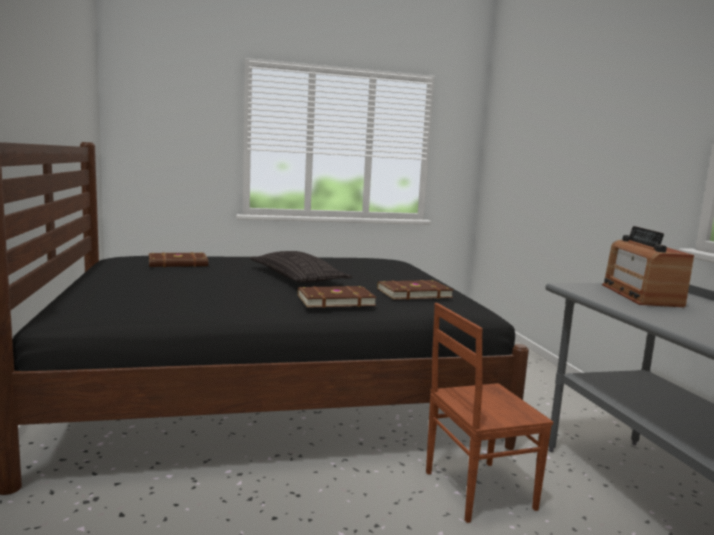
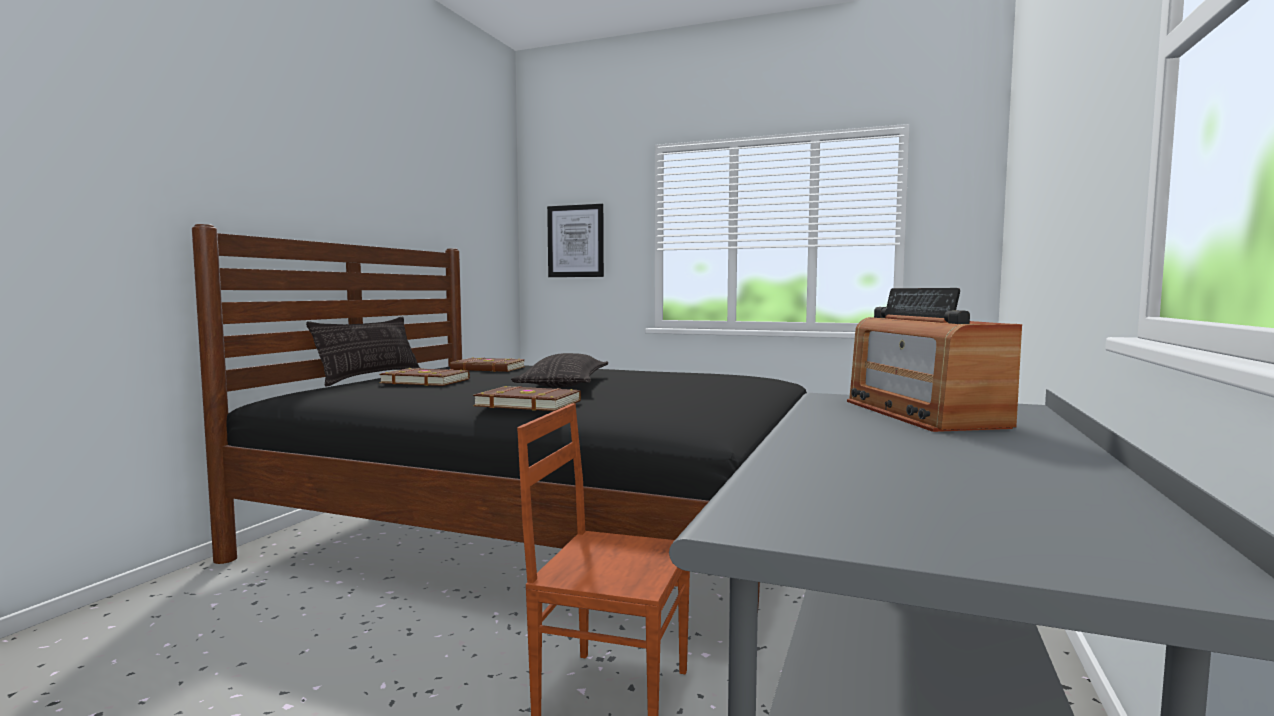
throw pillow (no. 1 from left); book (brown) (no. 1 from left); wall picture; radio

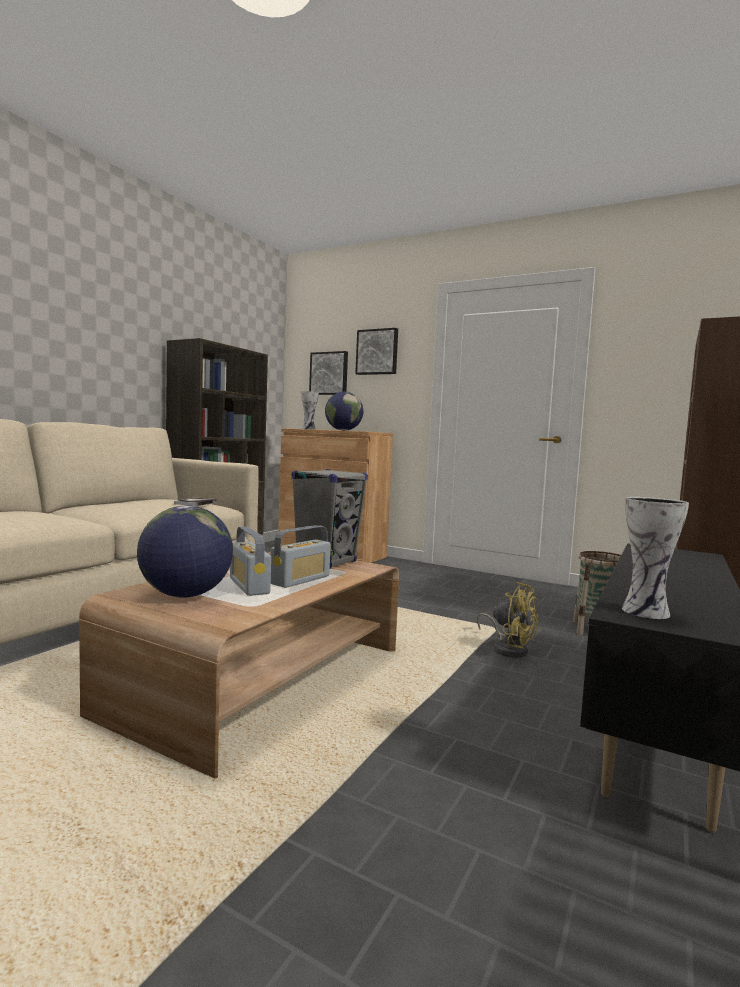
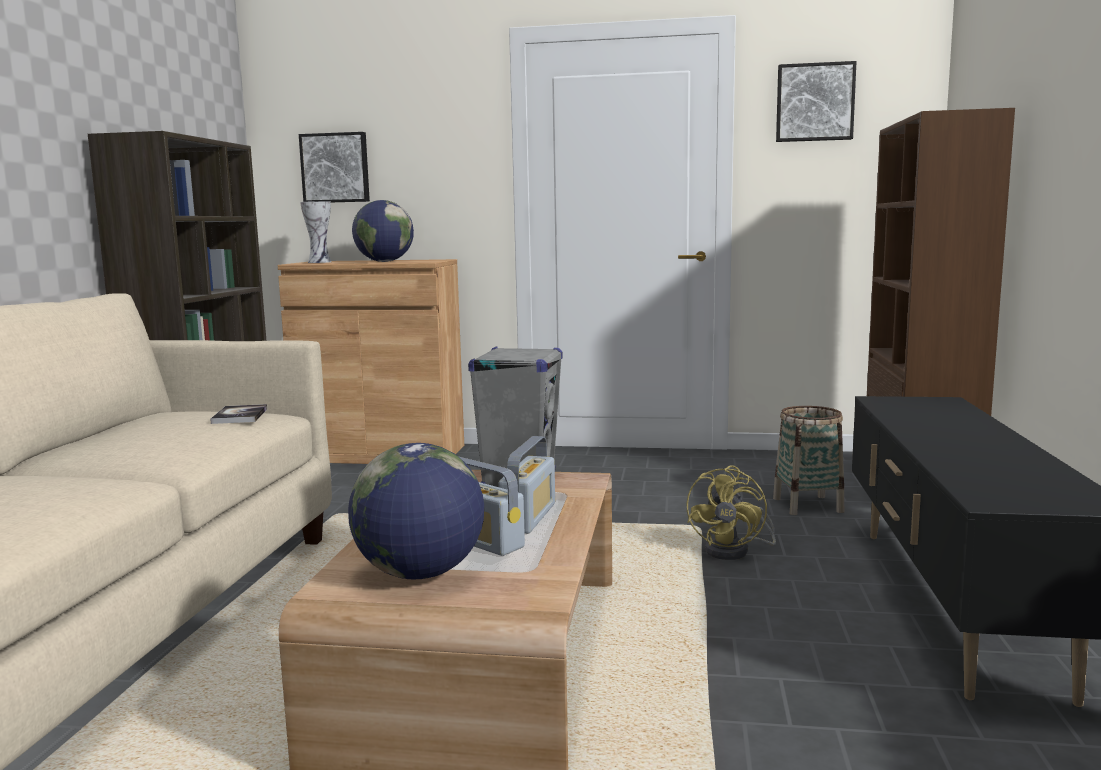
electric fan (yellowish); wall picture (no. 2 from left); vase (no. 2 from left in the first image)

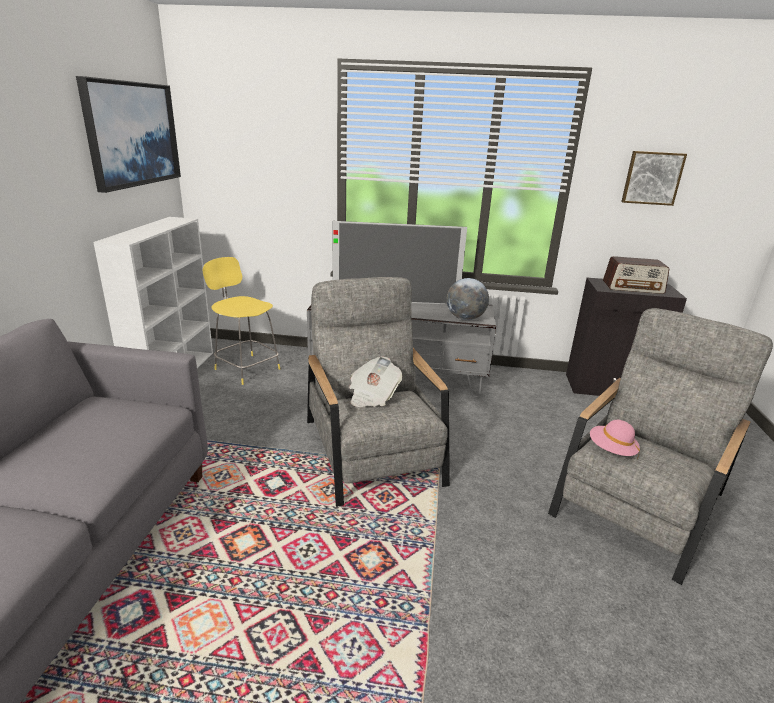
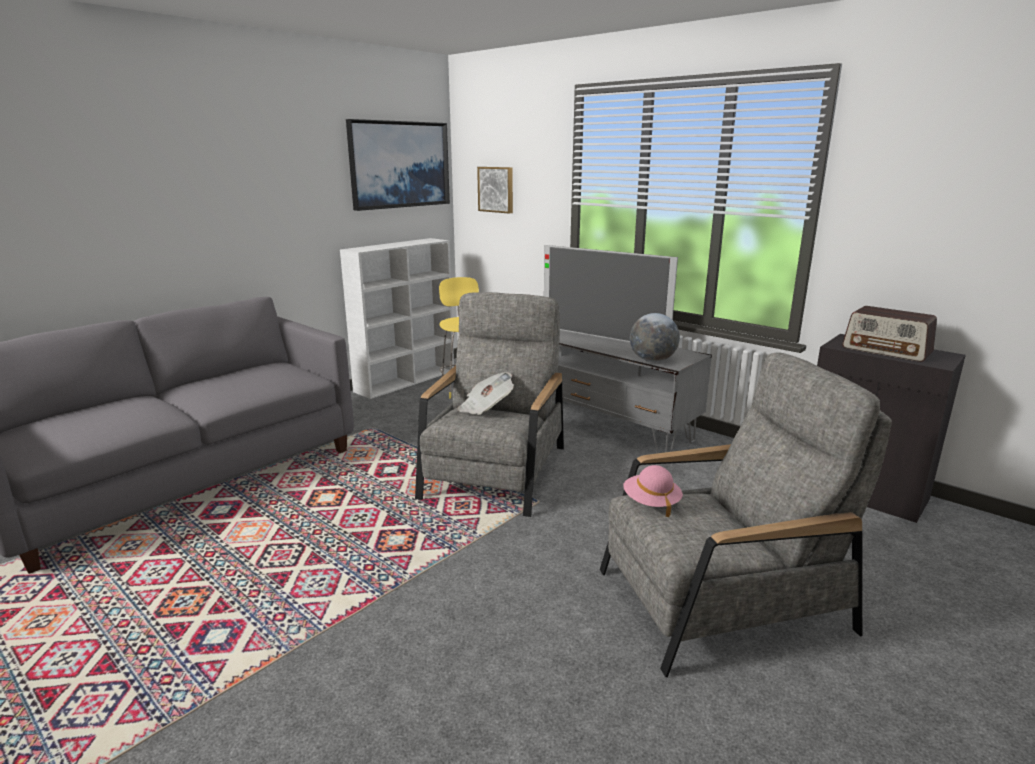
wall picture (no. 2 from left)

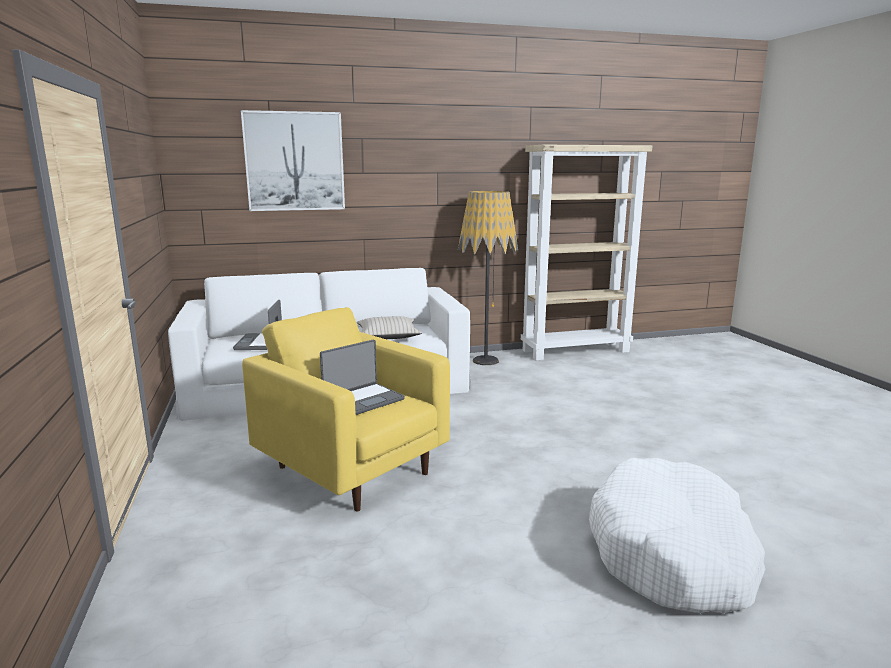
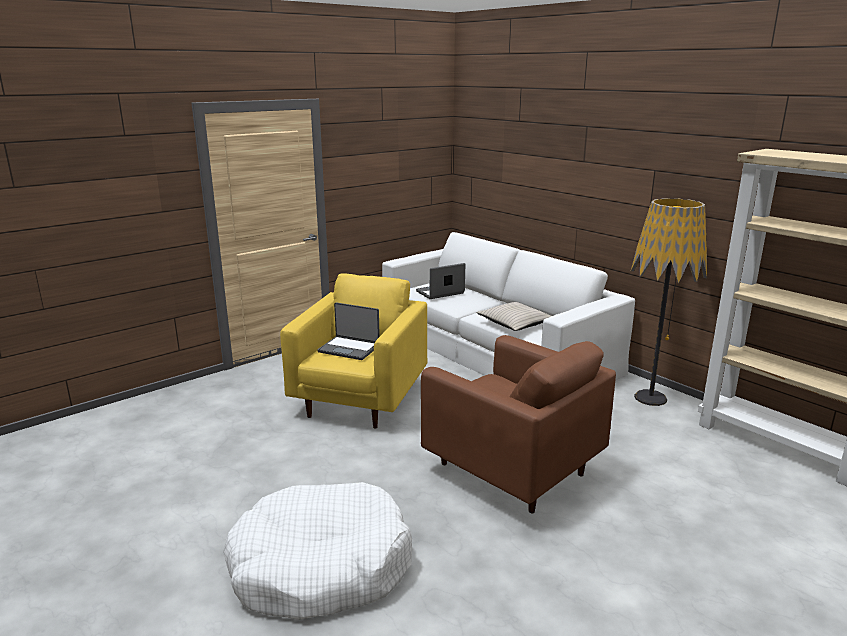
easy chair (brown); wall picture

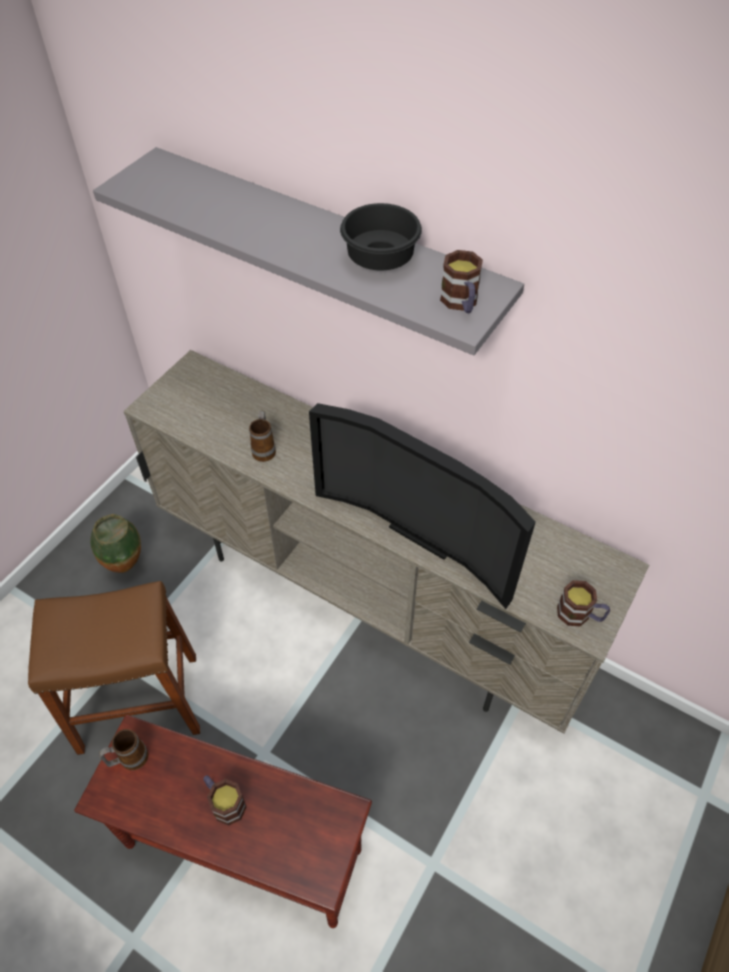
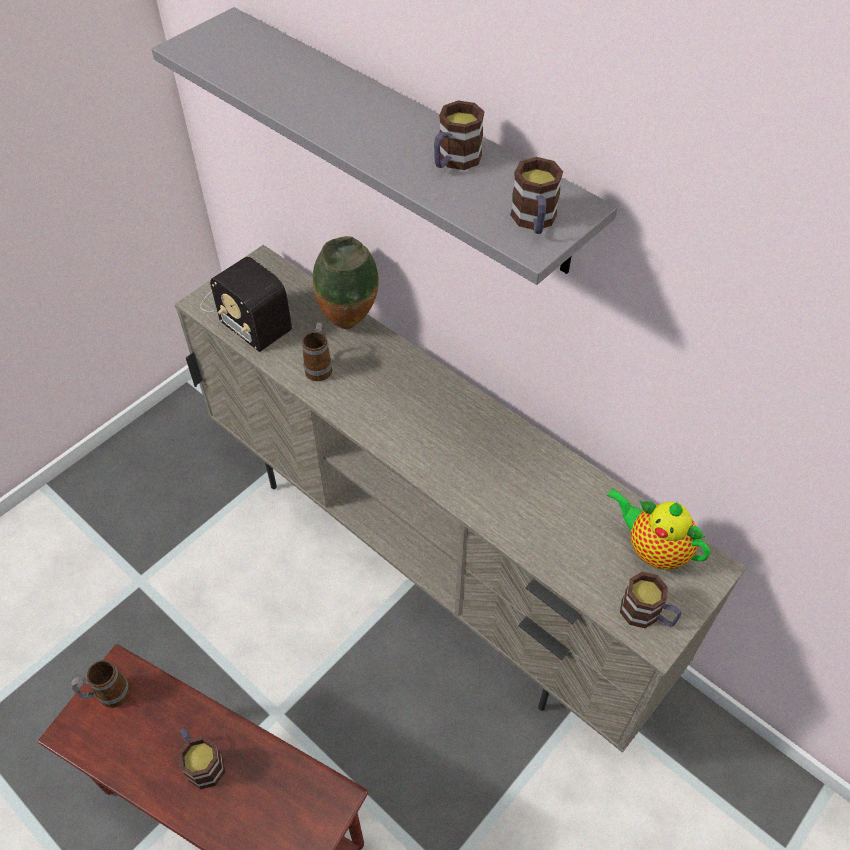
radio; vase; coffee mug (no. 4 from left); tea pot; stool seat (brown); TV set

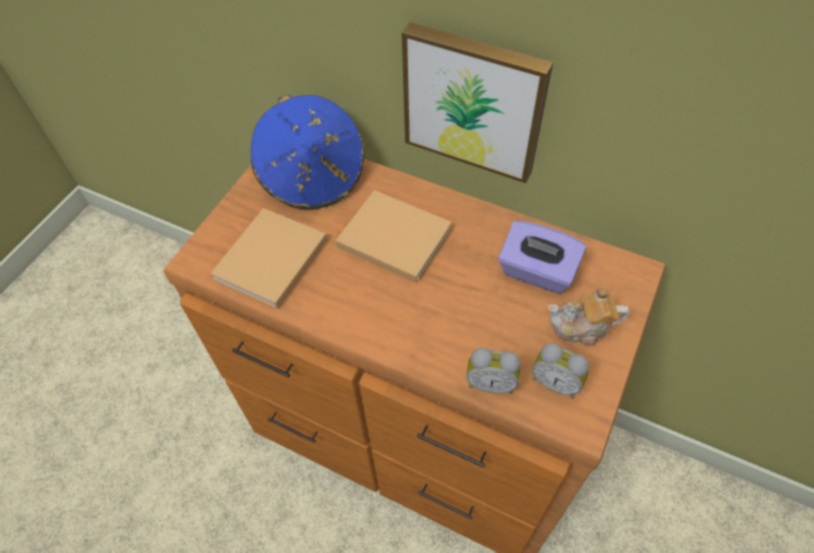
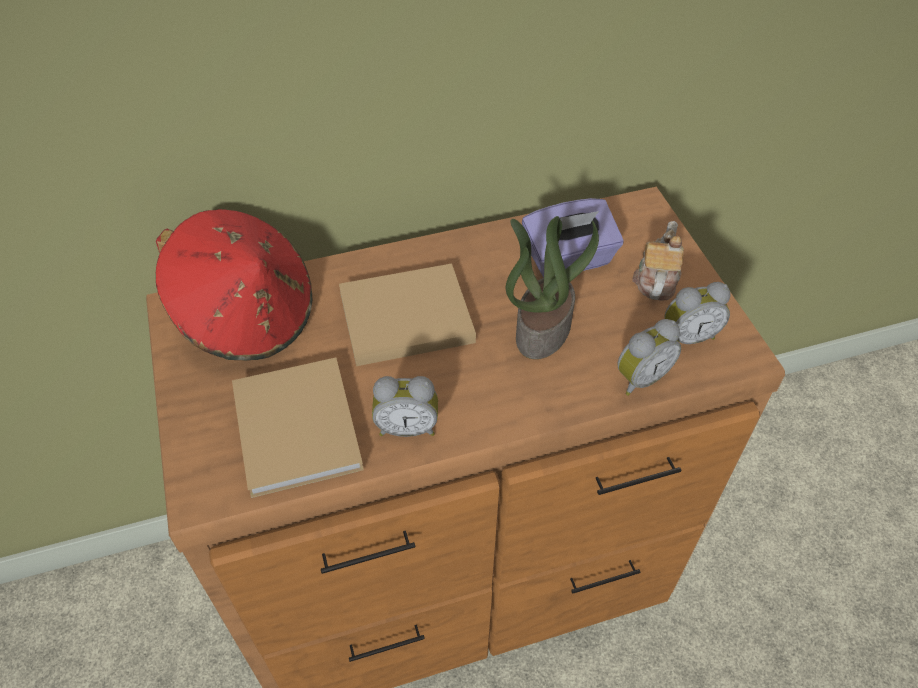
hat (red); alarm clock (no. 1 from left); potted plant; tea pot; wall picture

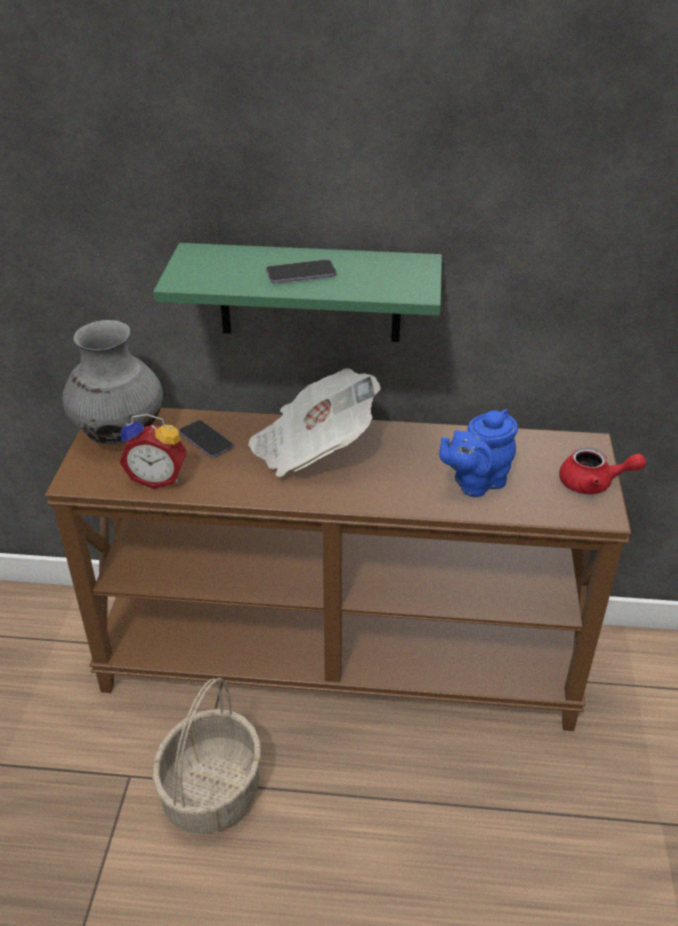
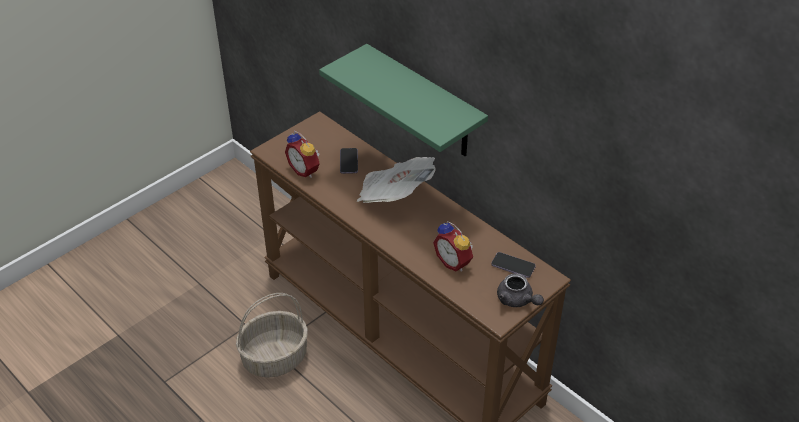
alarm clock (no. 2 from left); telephone (no. 2 from left); tea pot (grey); vase (grey)

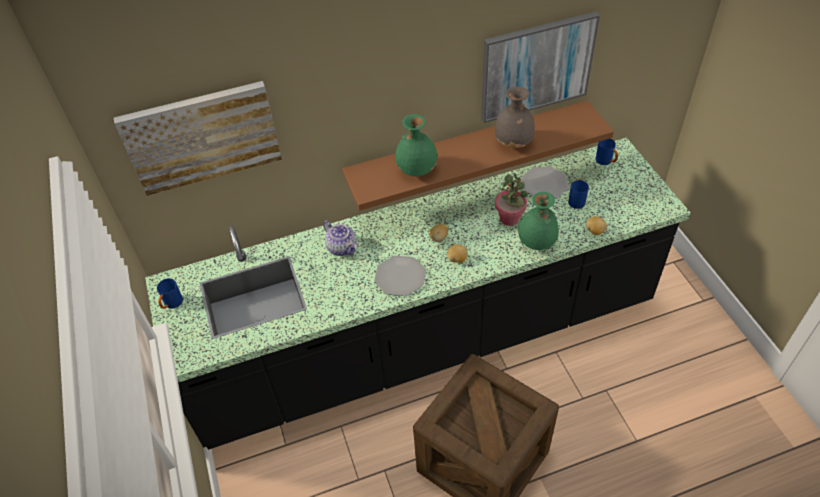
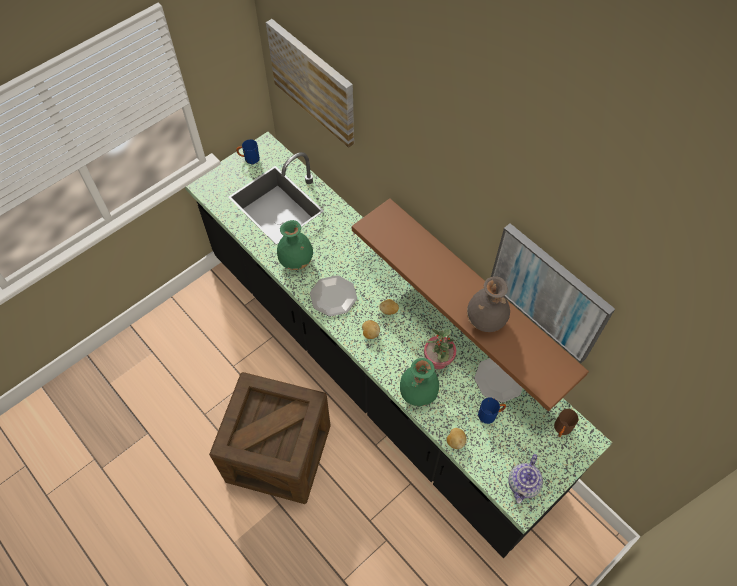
vase (greenish) (no. 1 from left); tea pot; coffee mug (brown)

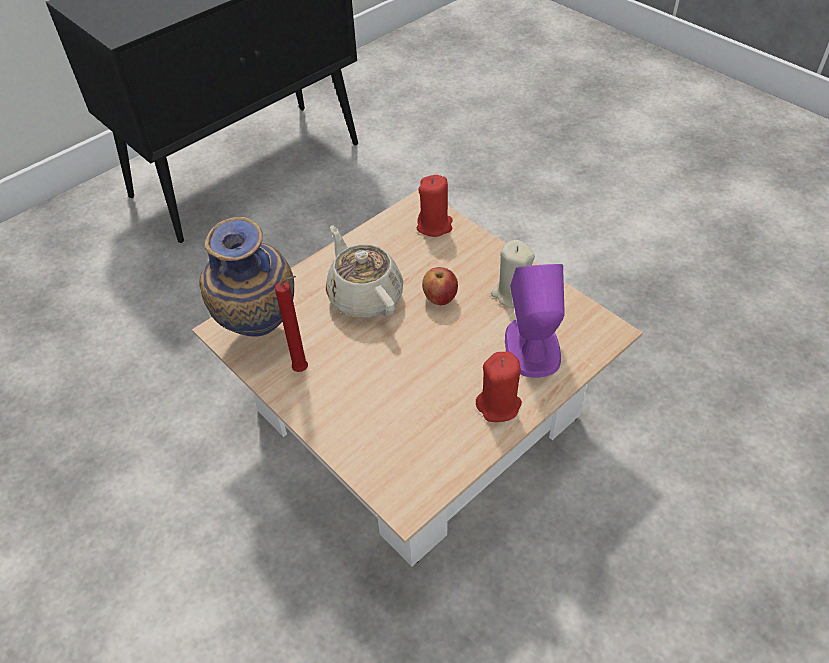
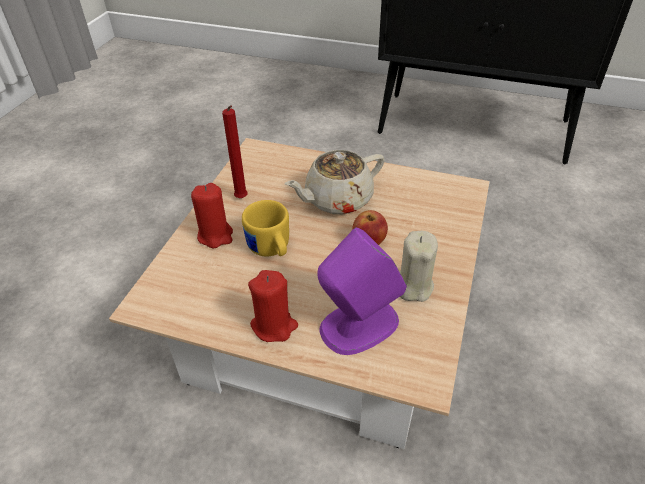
wax light (red) (no. 1 from left); coffee mug (yellowish); tea pot (sand-coloured); vase

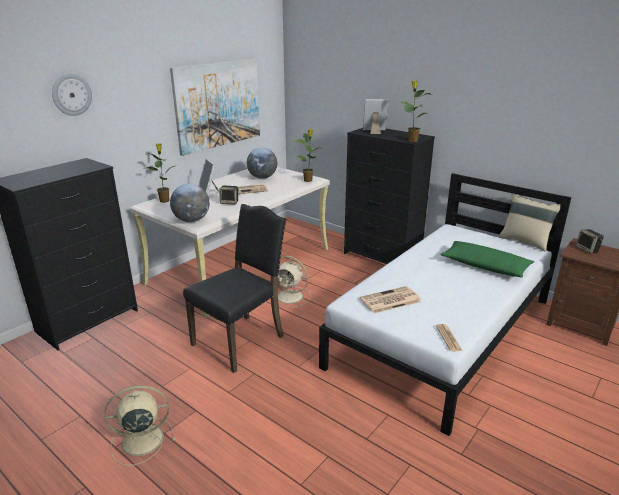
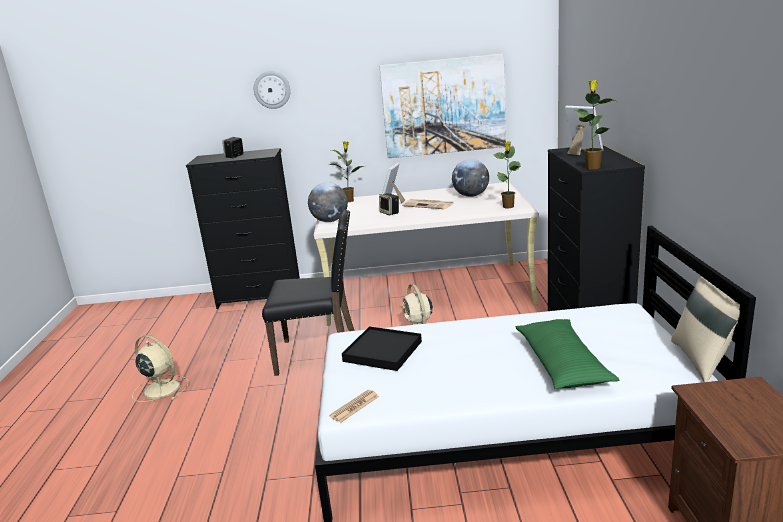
speaker (no. 1 from left); serving tray (blackish)

